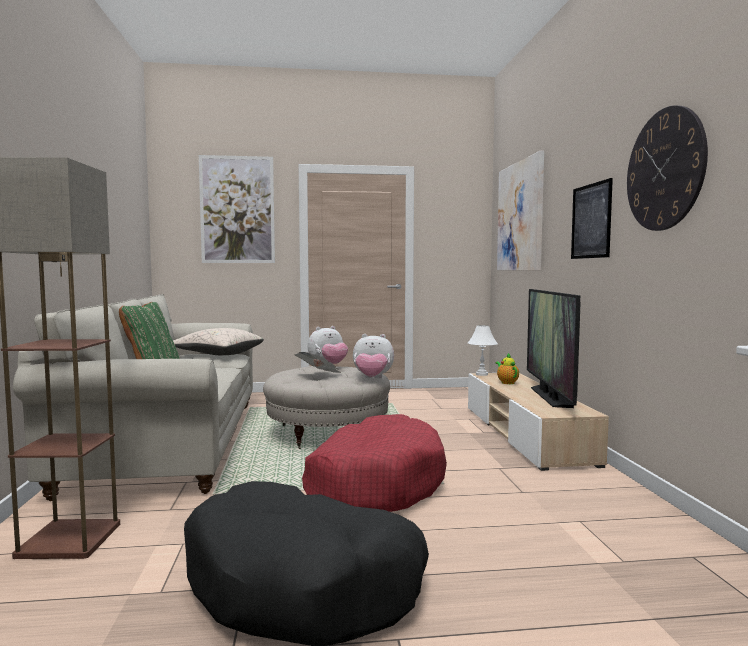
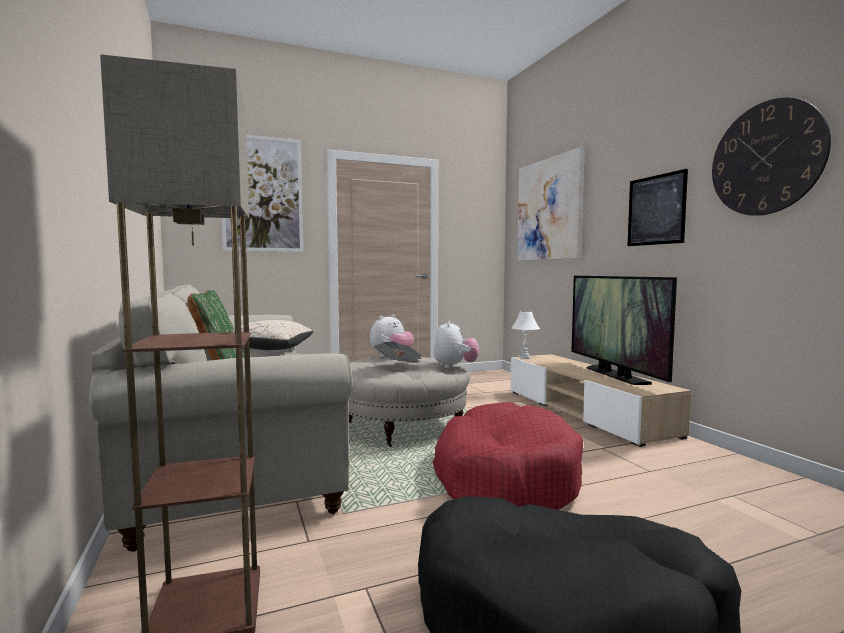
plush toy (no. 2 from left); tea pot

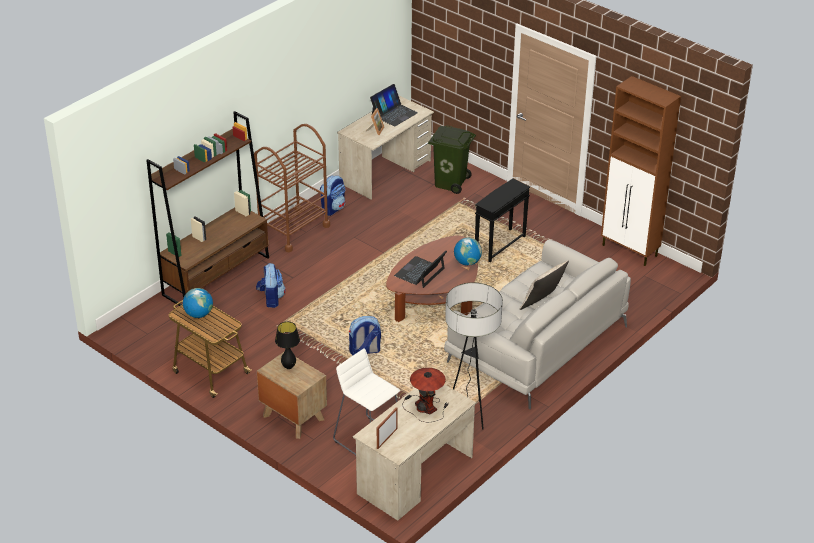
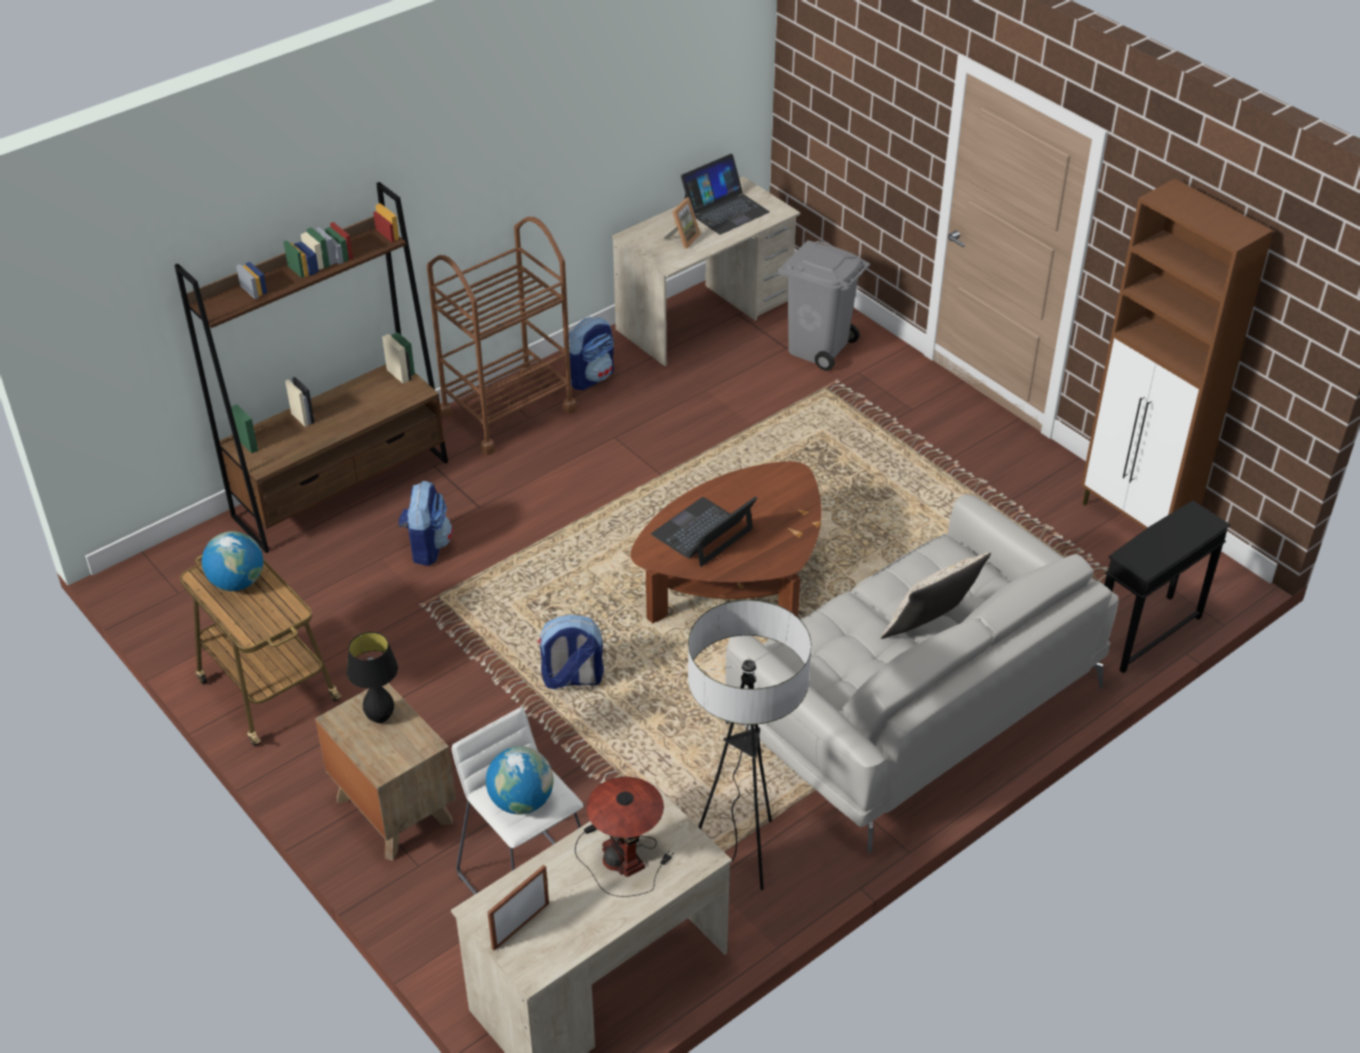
globe (no. 2 from left); waste bin (grey); side table (blackish)

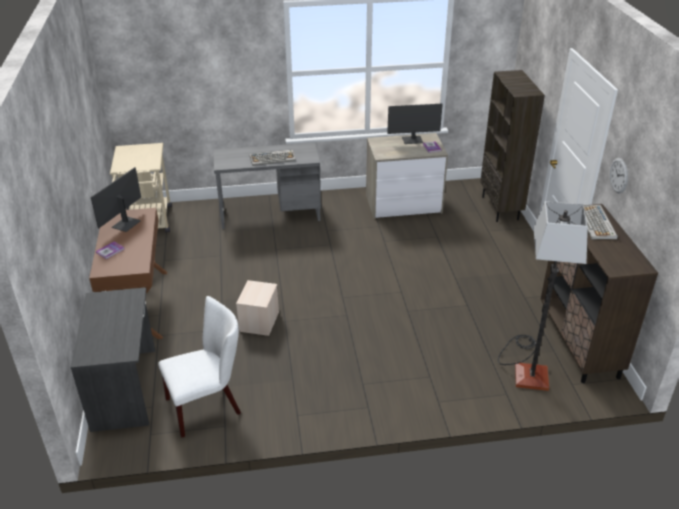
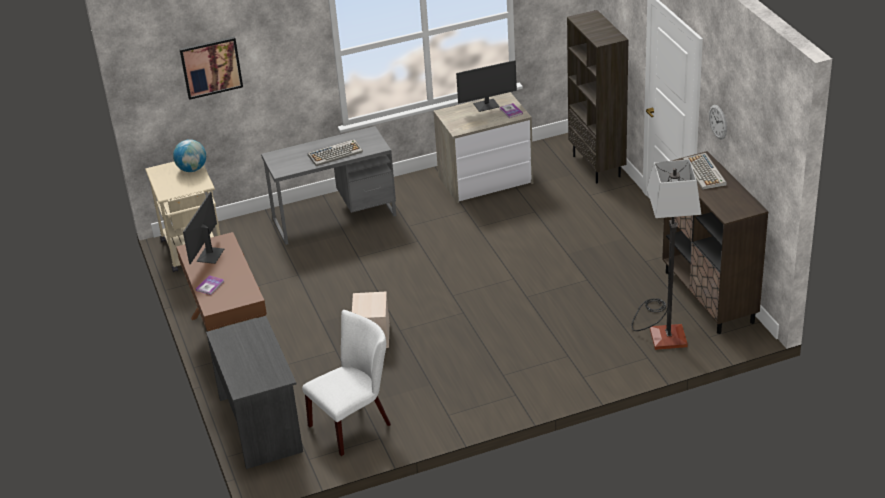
globe; wall picture

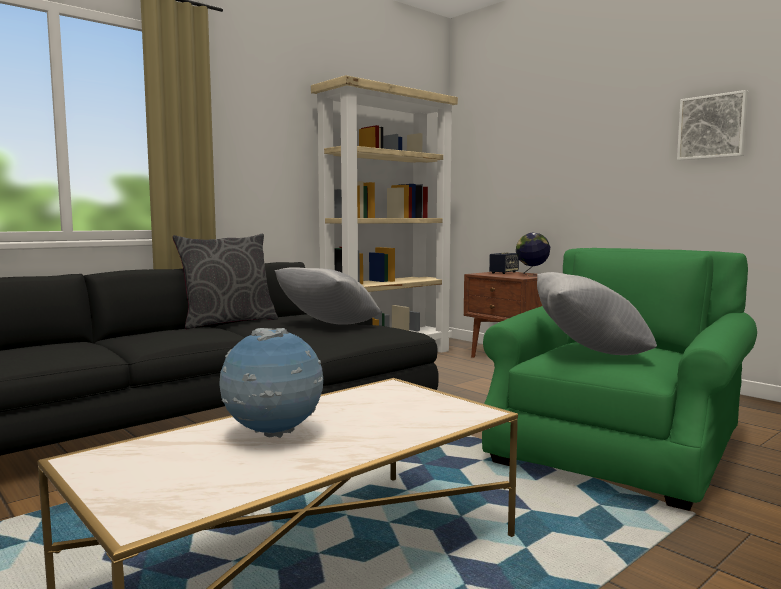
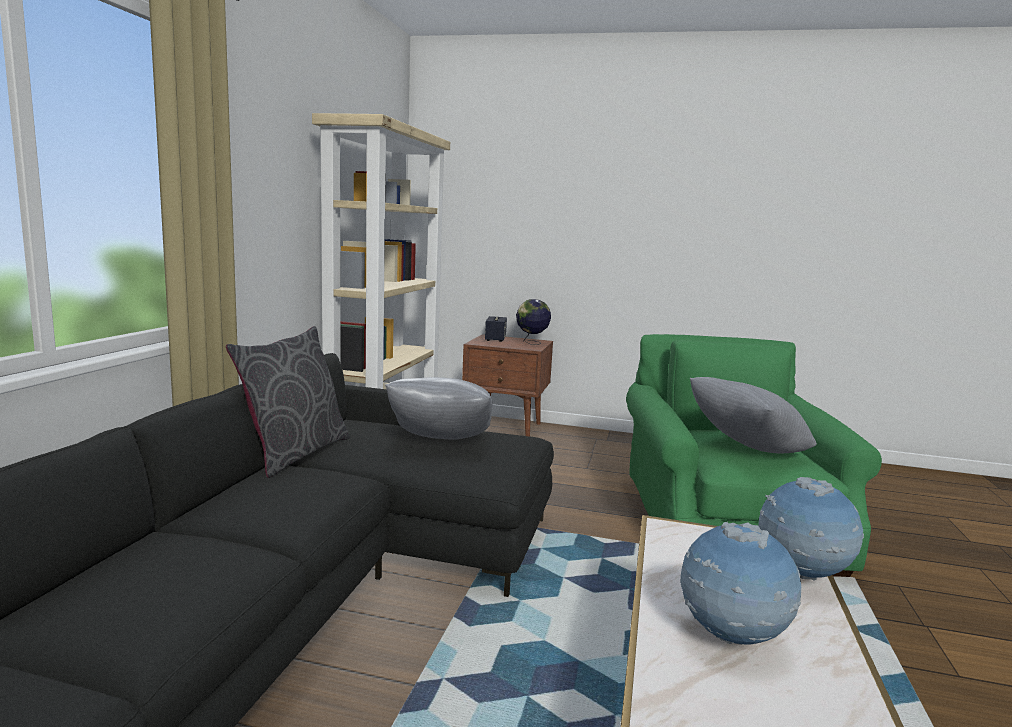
globe (no. 3 from left); wall picture

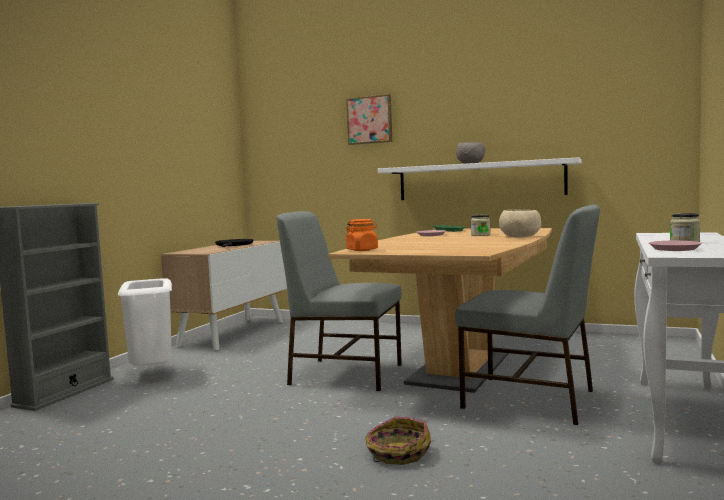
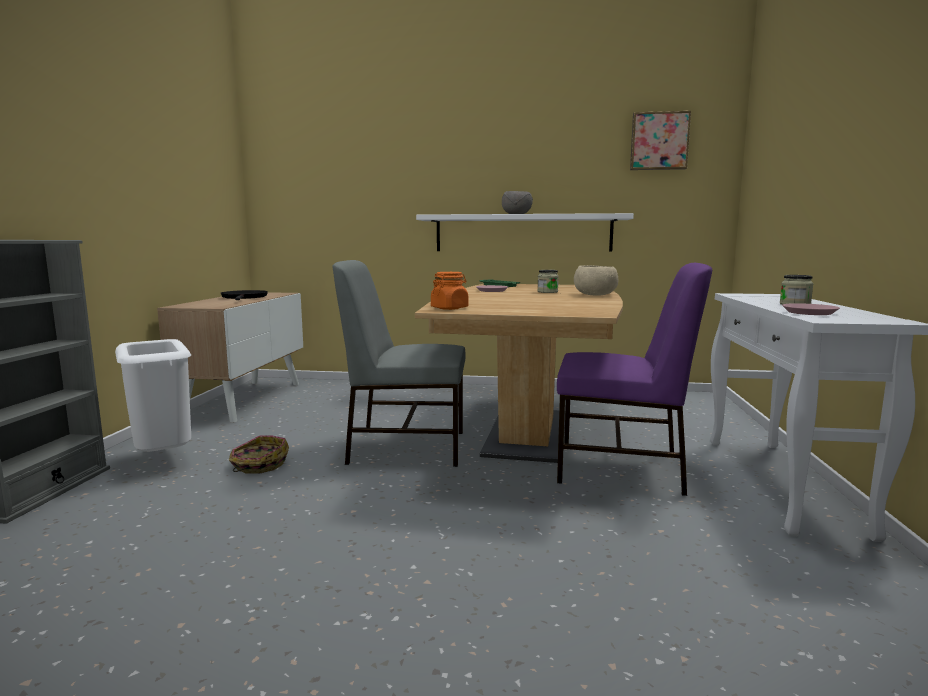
storage basket; plain chair (purple-coloured); wall picture

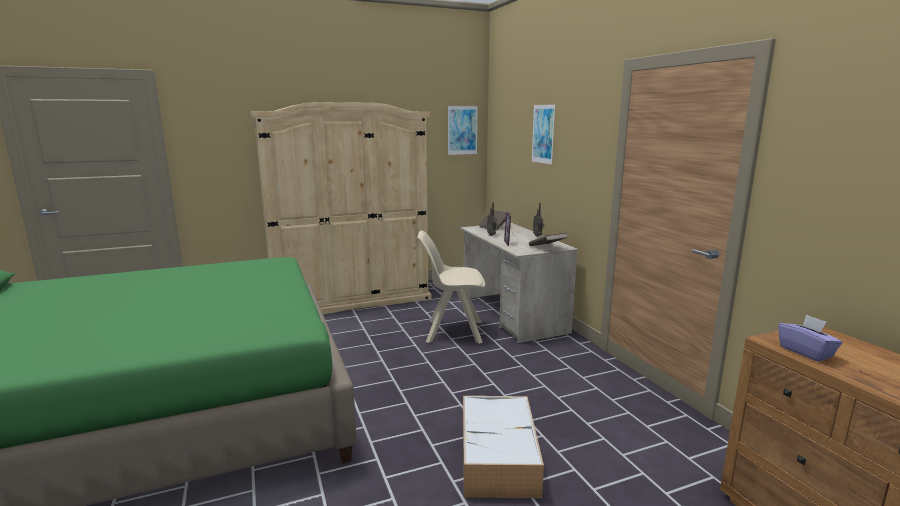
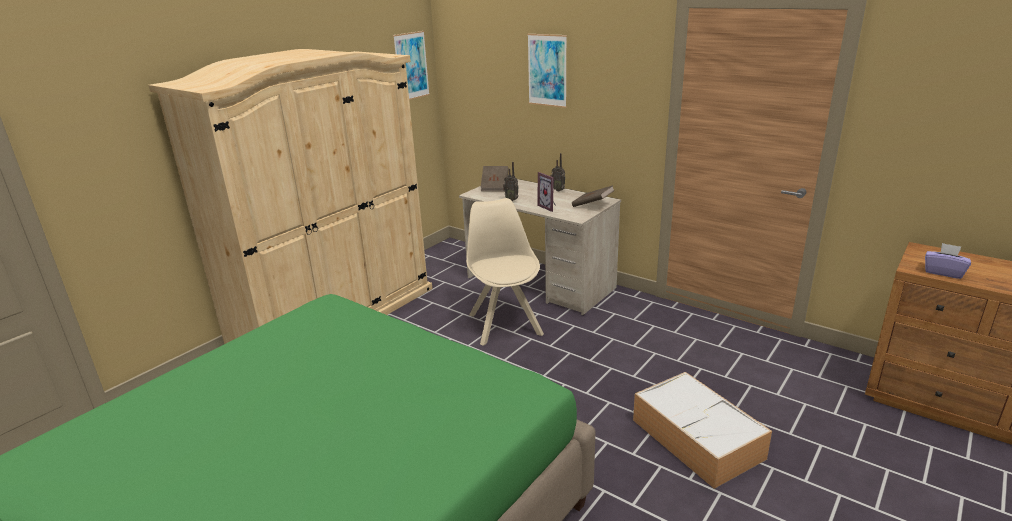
plain chair (sand-coloured)

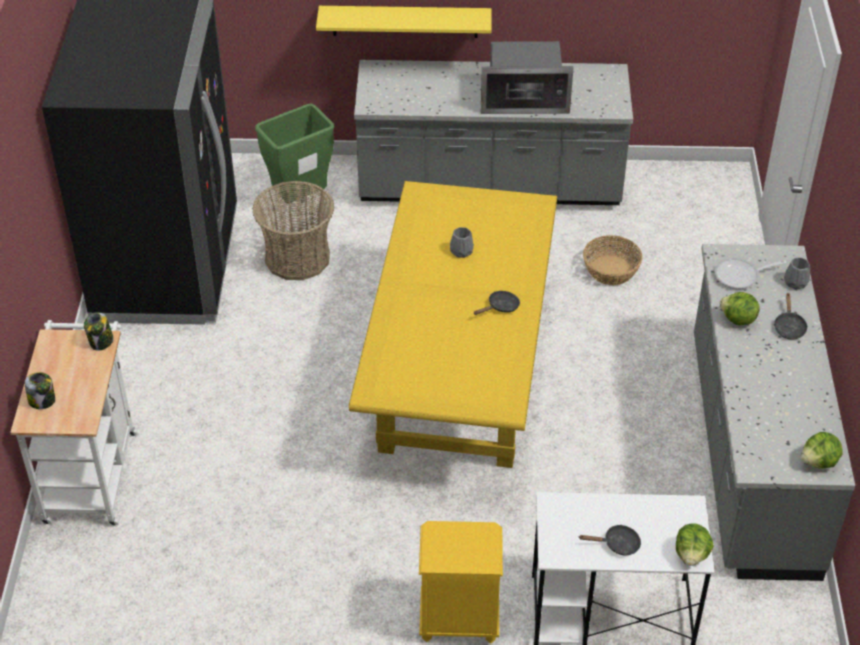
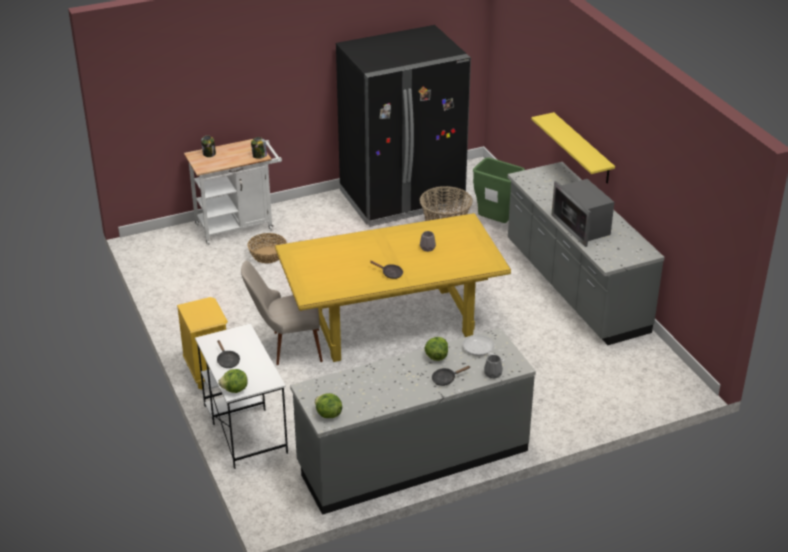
plain chair (sand-coloured); storage basket (no. 1 from left)

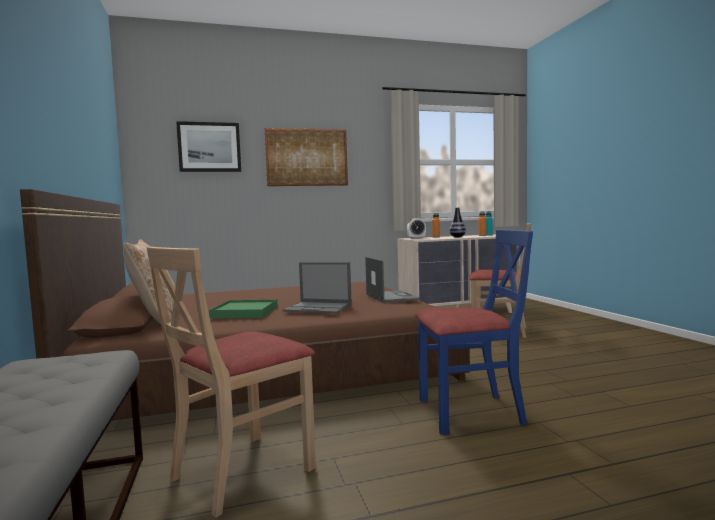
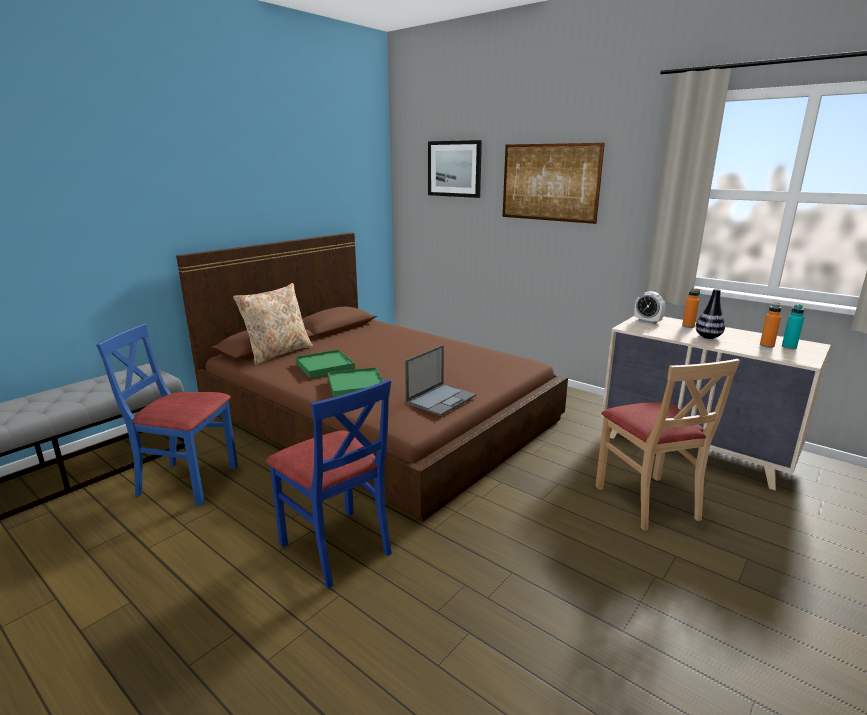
plain chair (bluish) (no. 1 from left); serving tray (greenish) (no. 2 from left)

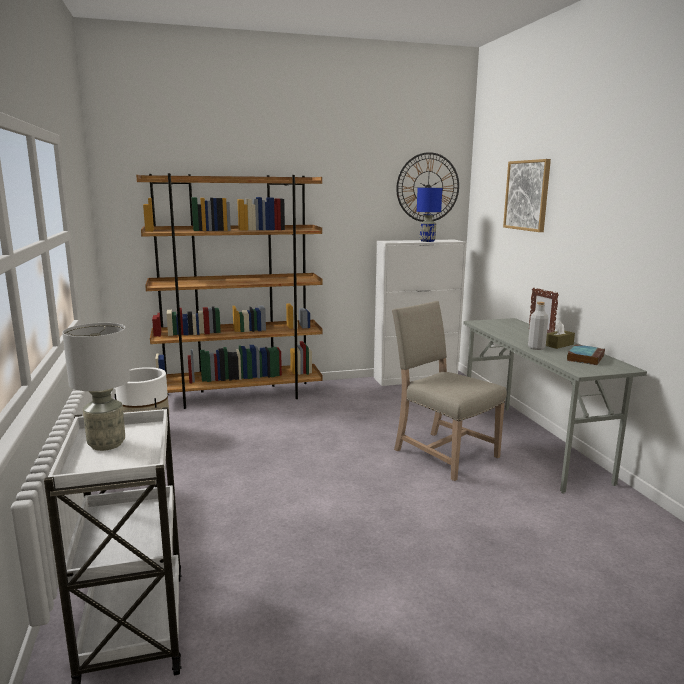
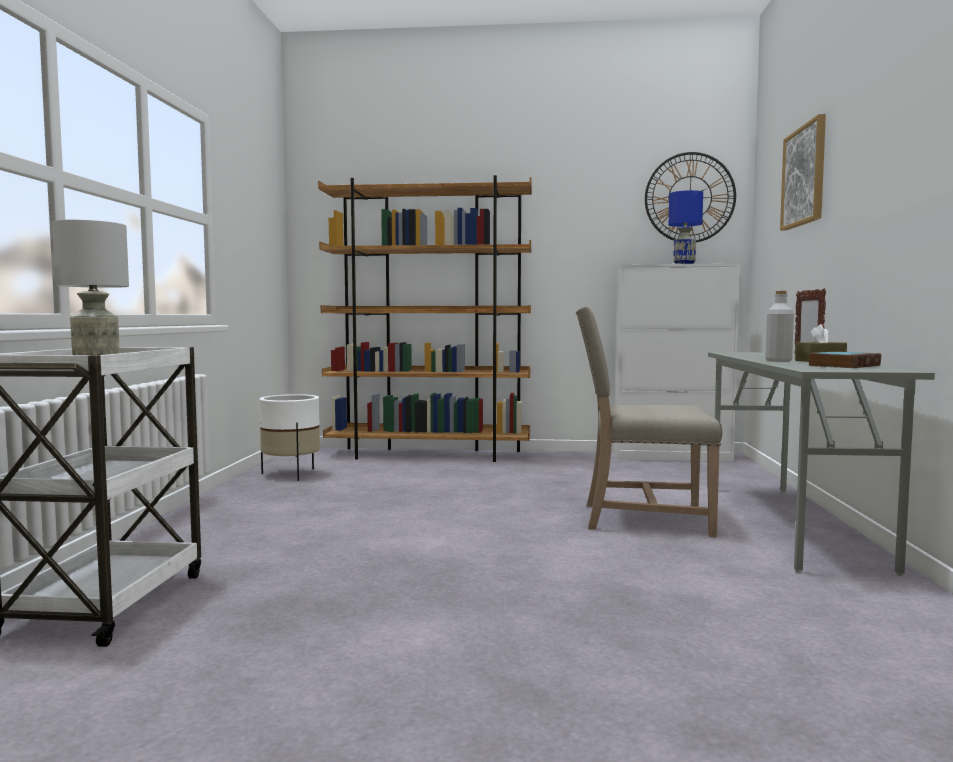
plain chair (sand-coloured)

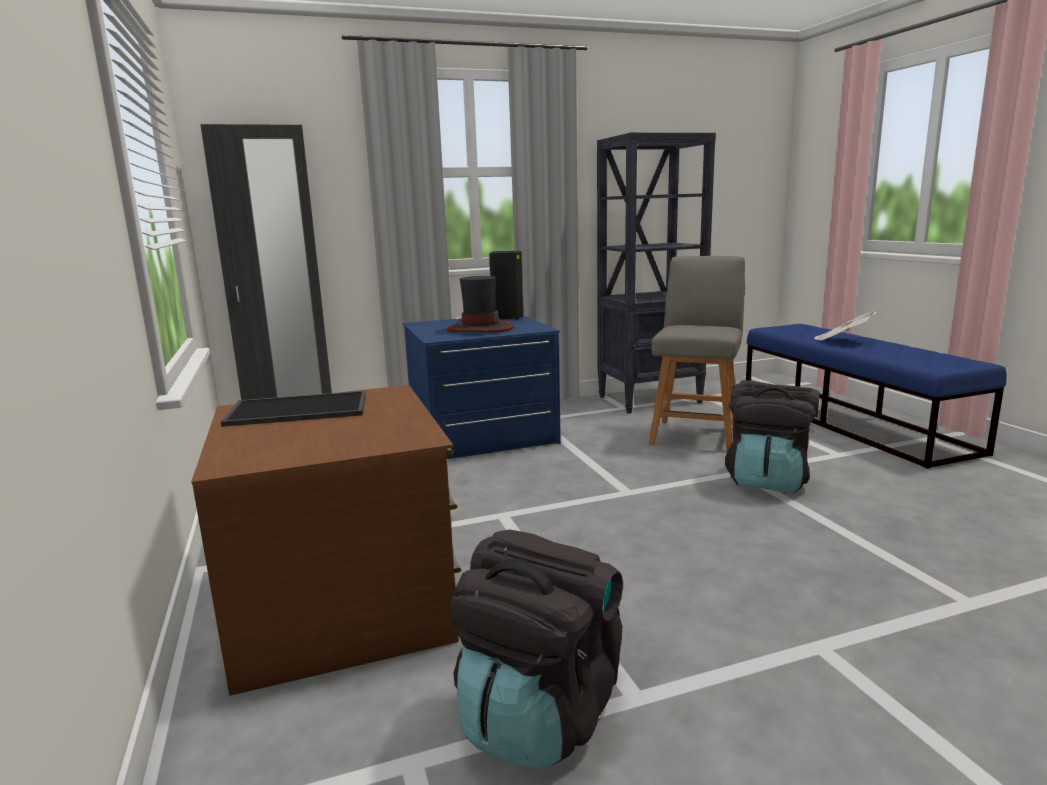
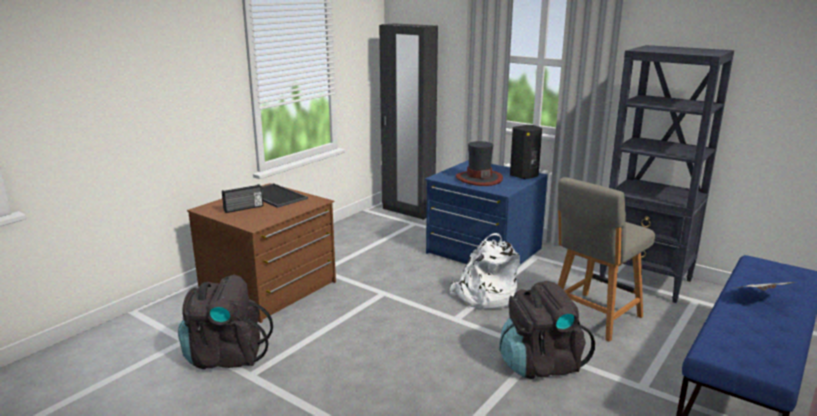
radio; knapsack (white); plain chair (grey)

